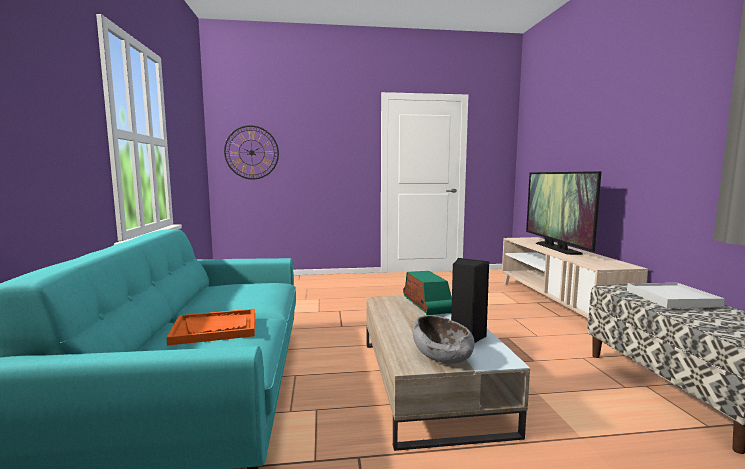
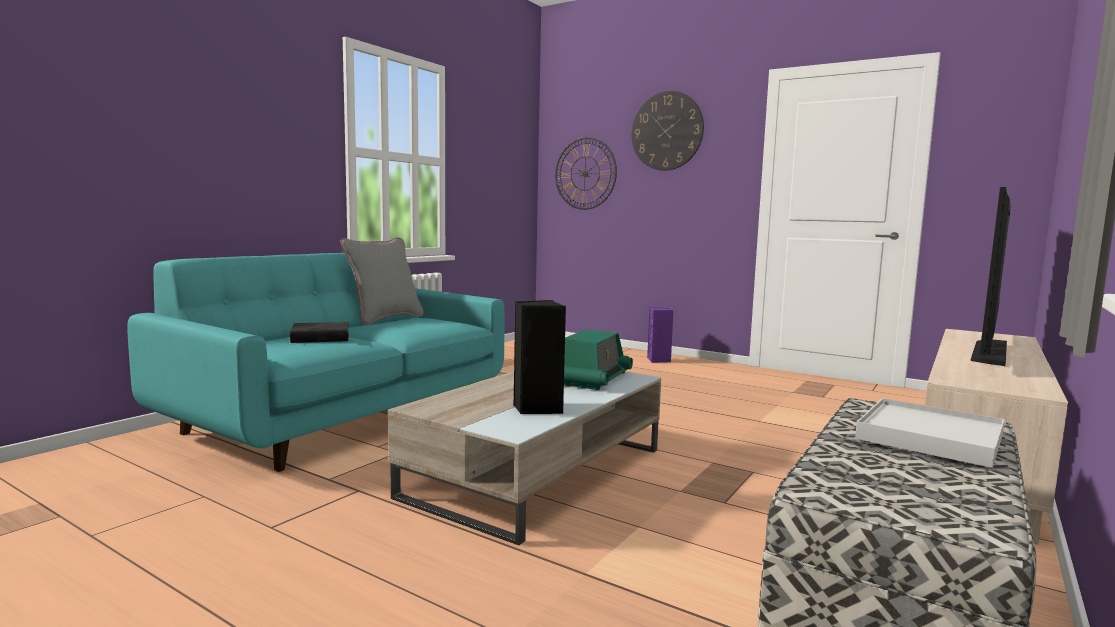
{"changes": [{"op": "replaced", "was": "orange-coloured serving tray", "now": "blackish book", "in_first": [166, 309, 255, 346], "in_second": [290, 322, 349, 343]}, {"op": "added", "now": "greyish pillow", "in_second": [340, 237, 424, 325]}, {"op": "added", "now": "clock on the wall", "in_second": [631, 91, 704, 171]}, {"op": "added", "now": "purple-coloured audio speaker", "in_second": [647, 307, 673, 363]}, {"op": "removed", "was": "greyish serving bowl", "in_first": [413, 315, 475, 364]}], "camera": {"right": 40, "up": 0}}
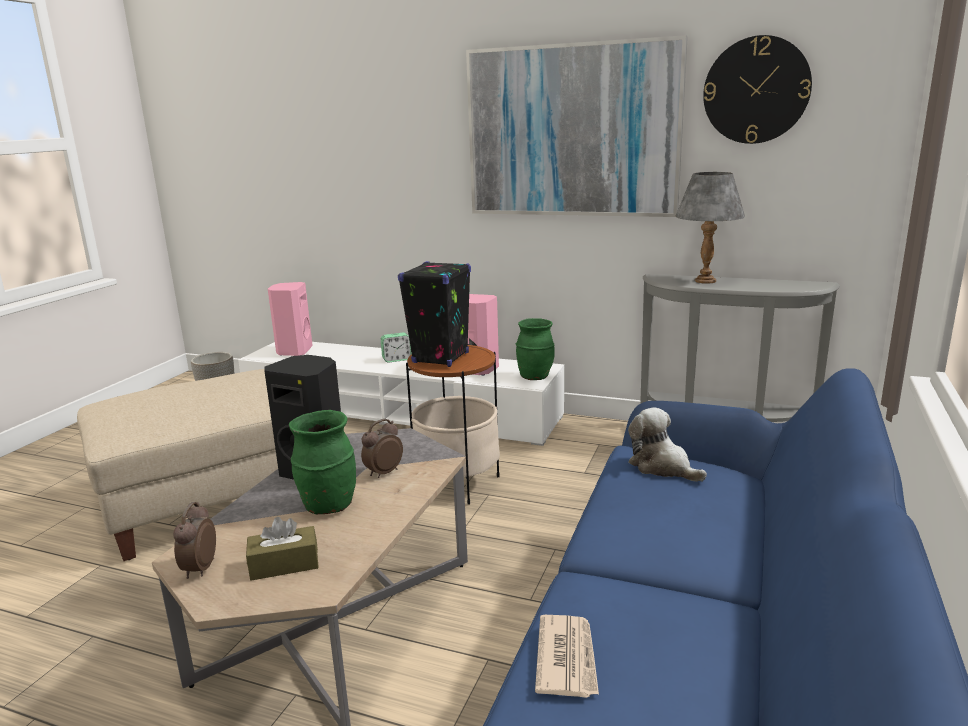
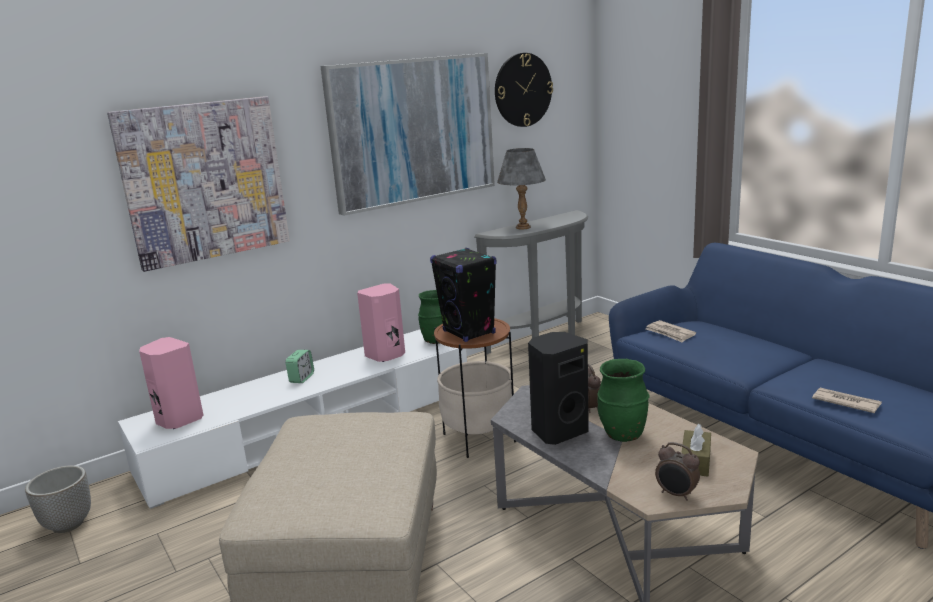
{"changes": [{"op": "added", "now": "picture", "in_second": [107, 96, 290, 272]}, {"op": "replaced", "was": "soft toy", "now": "daily paper", "in_first": [628, 407, 707, 482], "in_second": [646, 320, 696, 343]}], "camera": {"right": -55, "up": 0}}
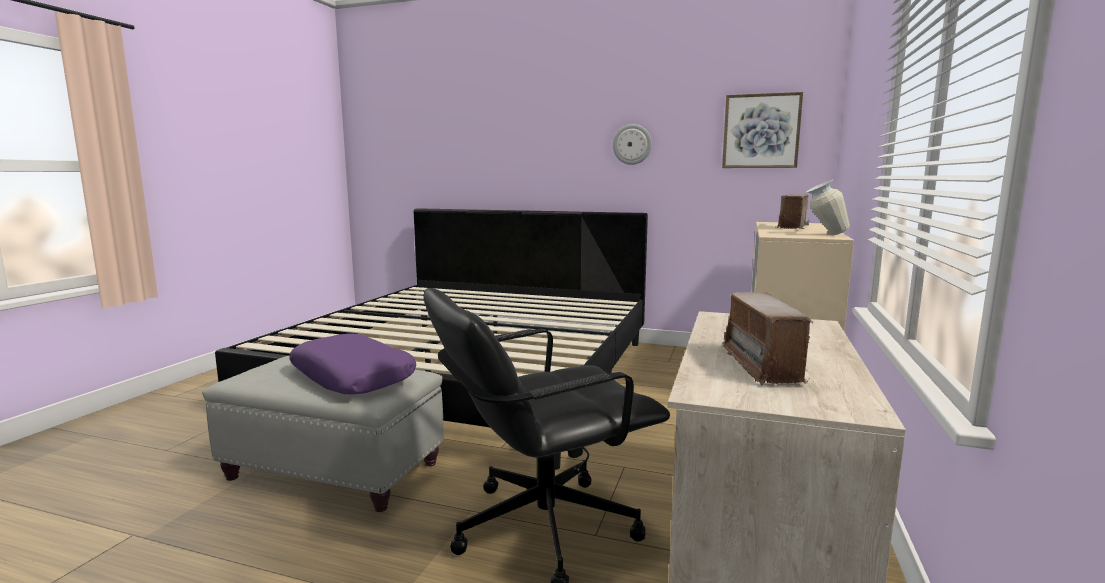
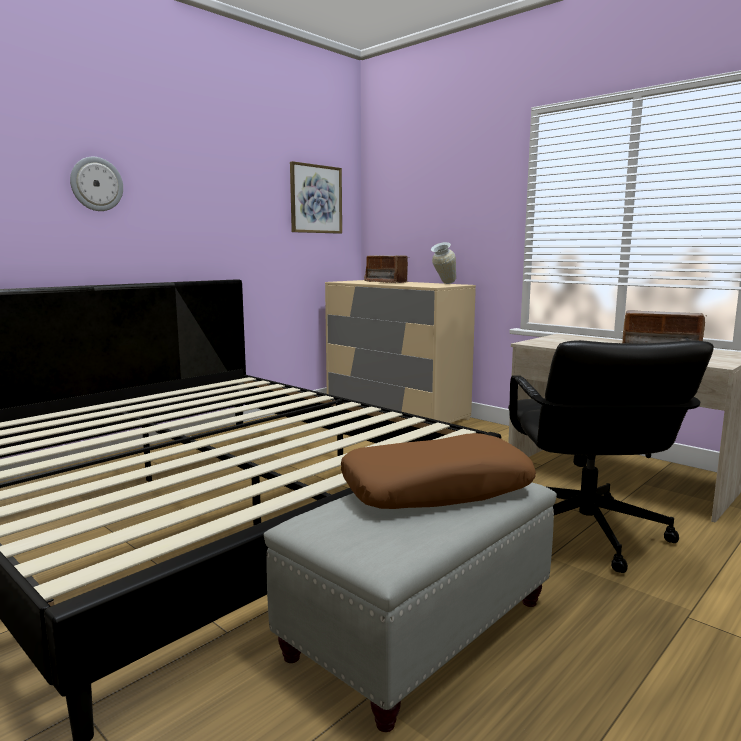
{"changes": [{"op": "moved", "was": "clock on the wall", "in_first": [613, 124, 652, 165], "in_second": [70, 157, 123, 211]}, {"op": "recoloured", "was": "purple-coloured pillow", "now": "brownish pillow", "in_first": [289, 334, 416, 394], "in_second": [341, 433, 536, 509]}], "camera": {"right": -65, "up": 0}}
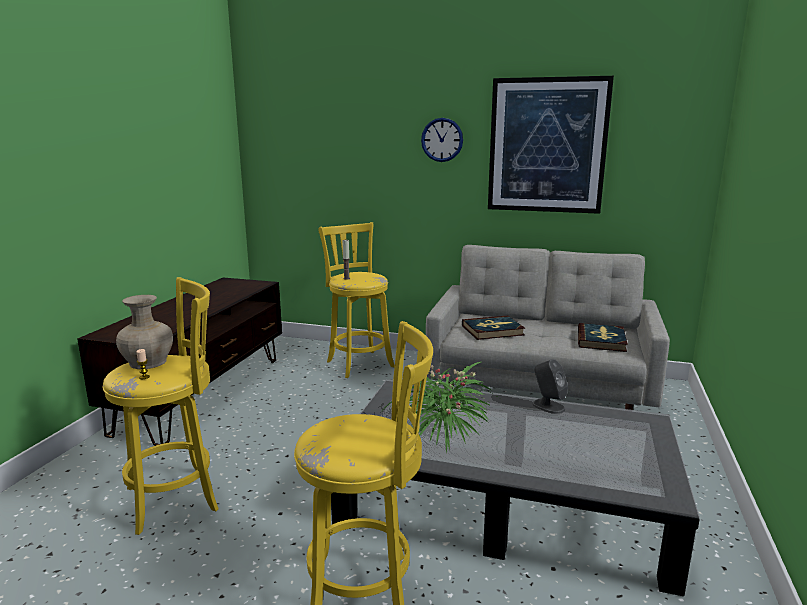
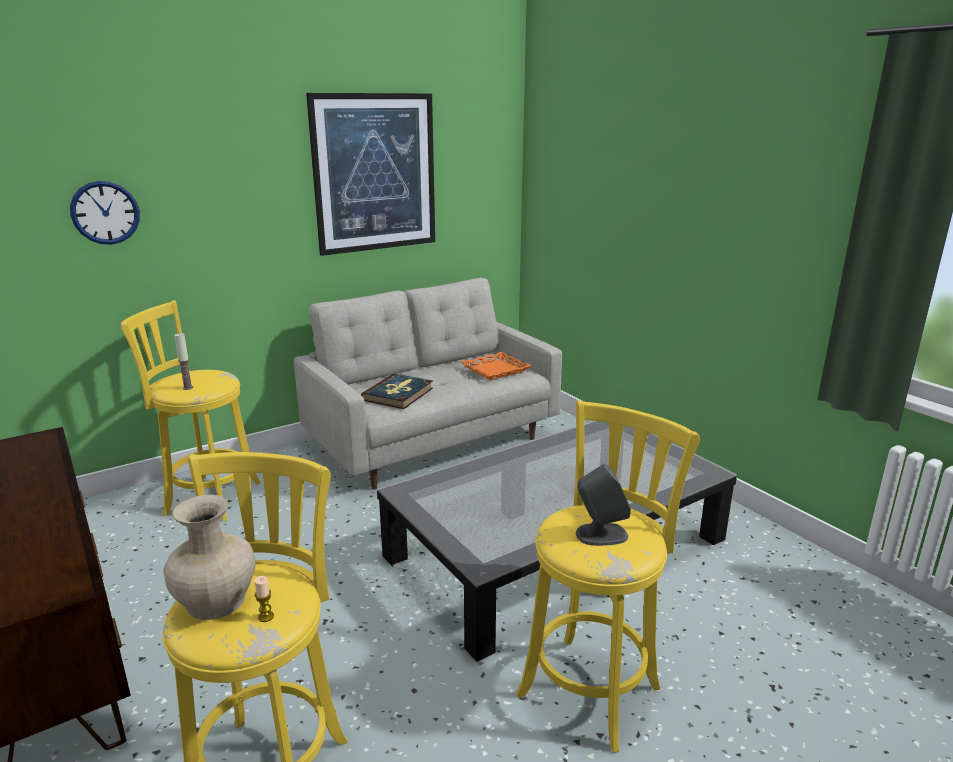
{"changes": [{"op": "moved", "was": "clock on the wall", "in_first": [421, 118, 463, 162], "in_second": [70, 181, 140, 245]}, {"op": "replaced", "was": "book", "now": "orange-coloured serving tray", "in_first": [578, 323, 628, 352], "in_second": [461, 352, 532, 380]}, {"op": "moved", "was": "greyish audio speaker", "in_first": [532, 359, 568, 414], "in_second": [576, 463, 631, 546]}, {"op": "removed", "was": "potted plant", "in_first": [383, 362, 499, 454]}], "camera": {"right": -50, "up": 5}}
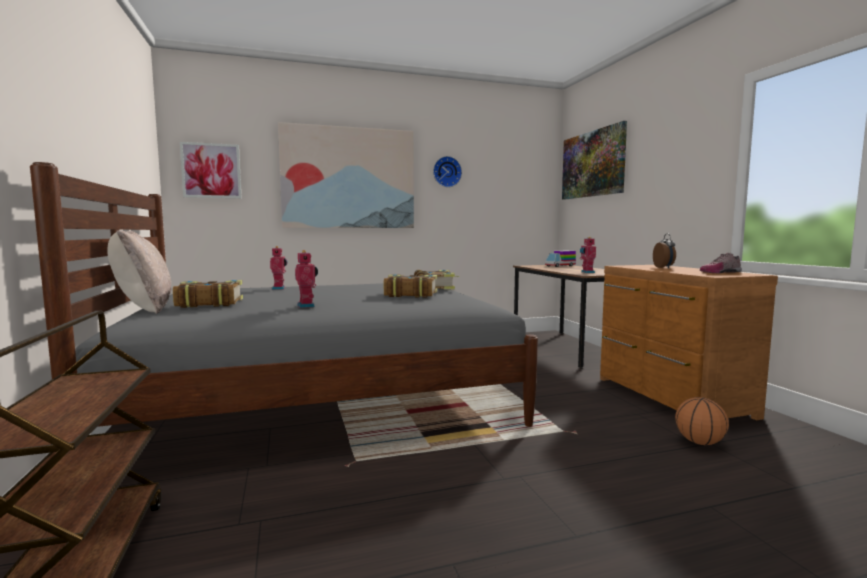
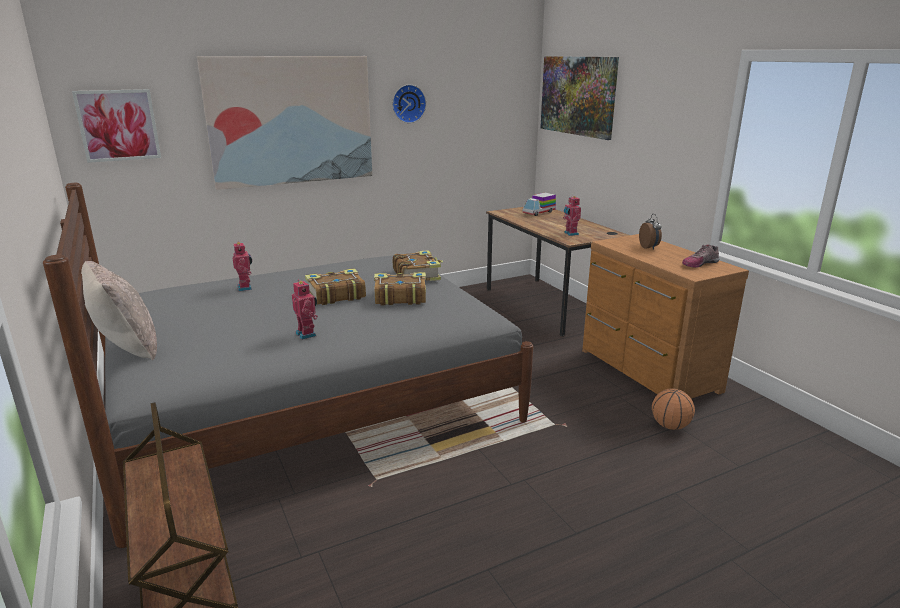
{"changes": [{"op": "moved", "was": "book", "in_first": [173, 280, 243, 308], "in_second": [305, 268, 366, 305]}], "camera": {"right": -10, "up": 15}}
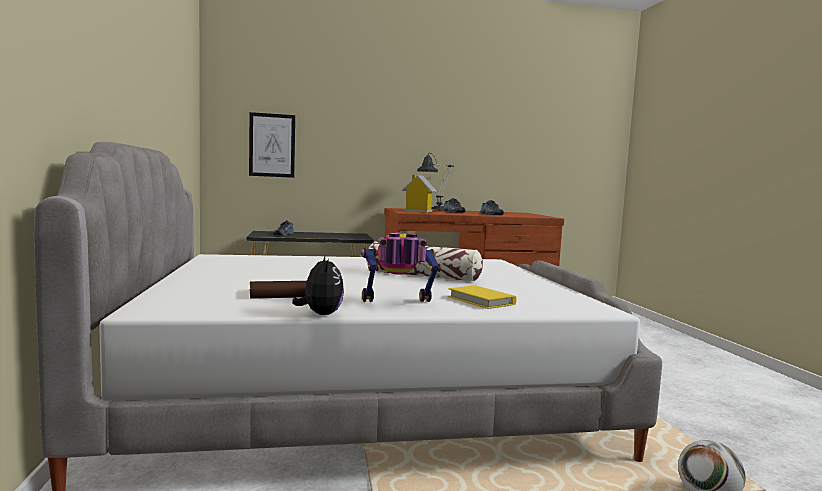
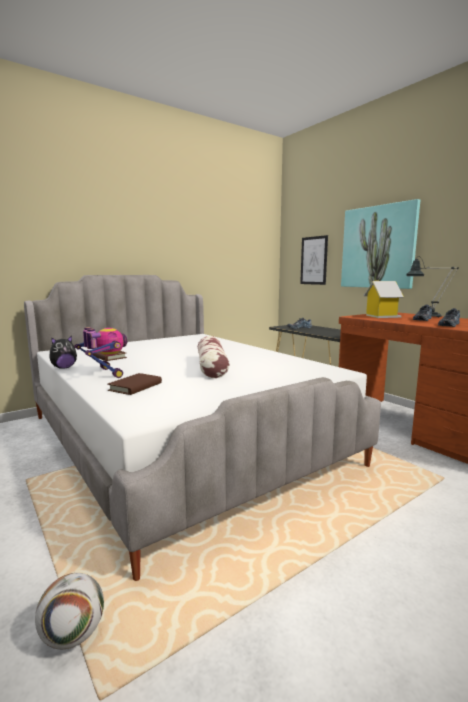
{"changes": [{"op": "recoloured", "was": "yellow book", "now": "brownish book", "in_first": [448, 286, 517, 309], "in_second": [107, 373, 162, 395]}, {"op": "added", "now": "picture", "in_second": [341, 199, 420, 289]}], "camera": {"right": 65, "up": 5}}
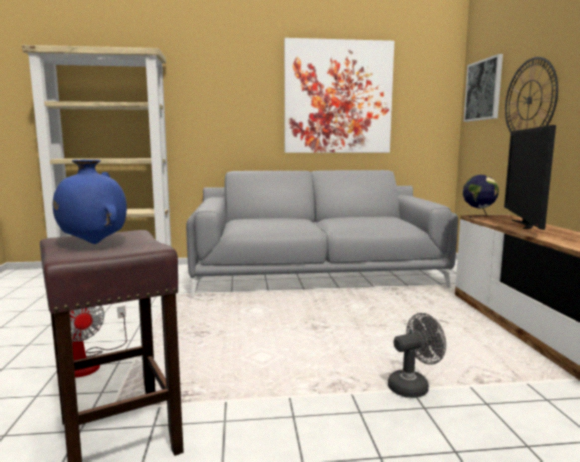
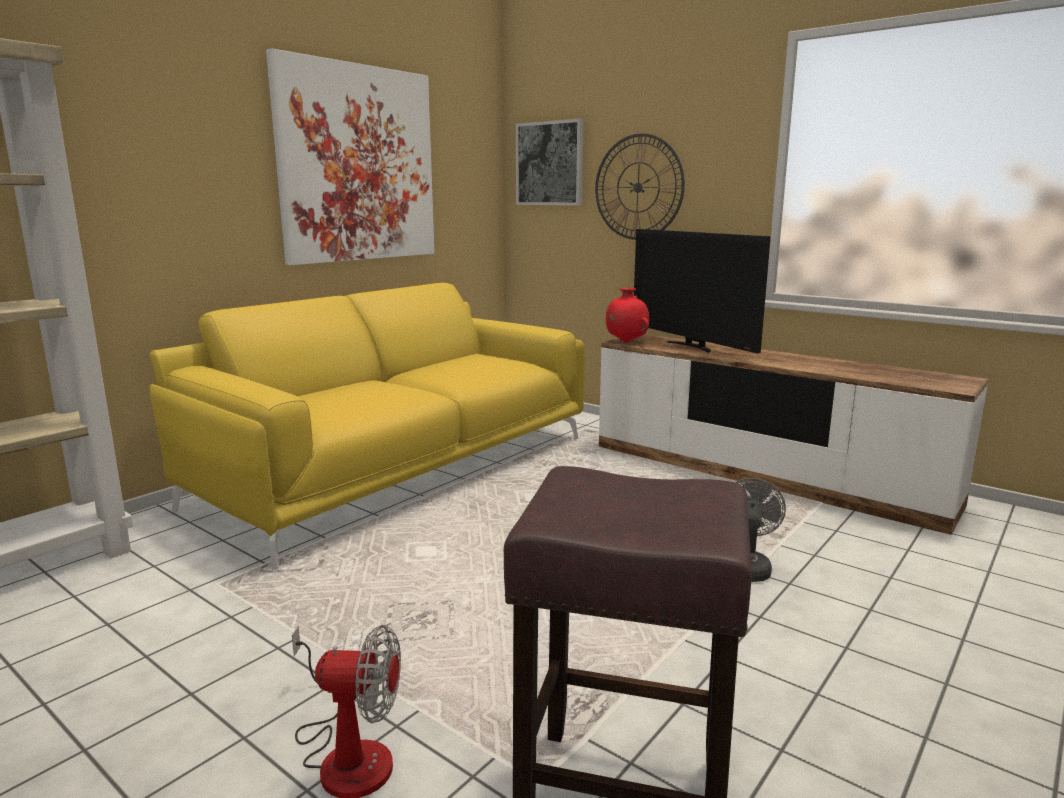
{"changes": [{"op": "recoloured", "was": "greyish couch", "now": "yellow couch", "in_first": [186, 170, 458, 297], "in_second": [149, 283, 585, 570]}, {"op": "replaced", "was": "globe", "now": "red decorative vase", "in_first": [463, 175, 499, 219], "in_second": [606, 288, 649, 343]}, {"op": "removed", "was": "bluish decorative vase", "in_first": [53, 159, 127, 244]}], "camera": {"right": -45, "up": 5}}
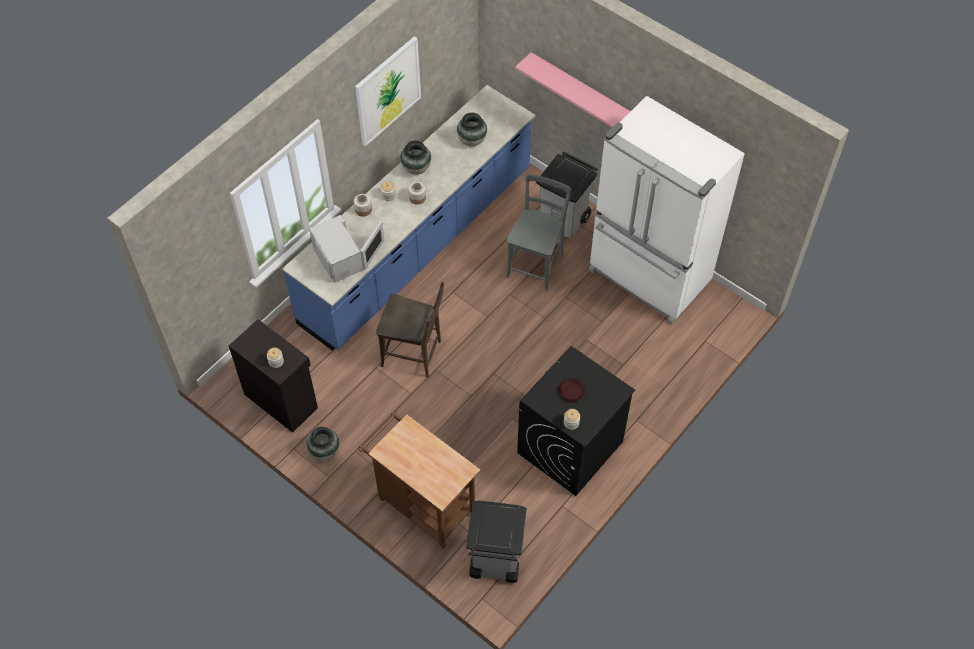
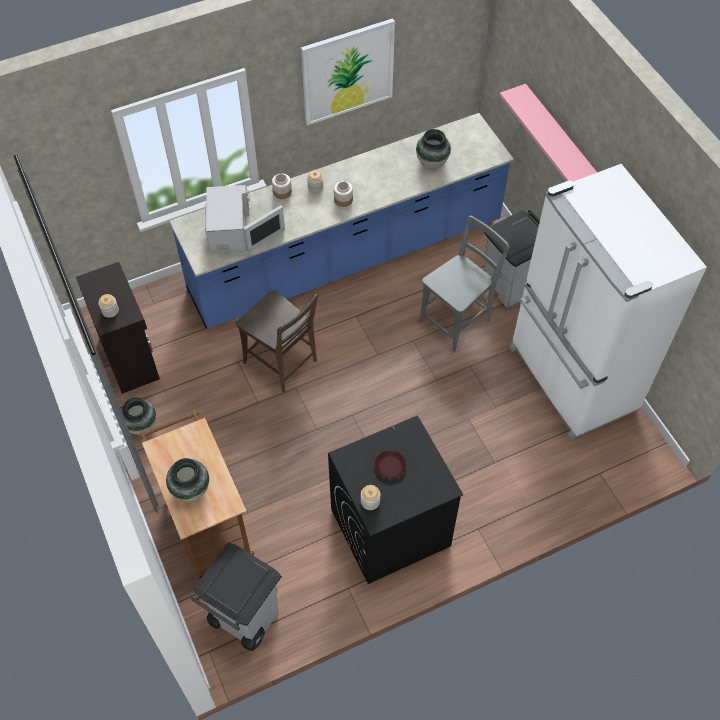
{"changes": [{"op": "moved", "was": "decorative vase", "in_first": [400, 140, 431, 175], "in_second": [166, 458, 209, 502]}], "camera": {"right": 25, "up": 0}}
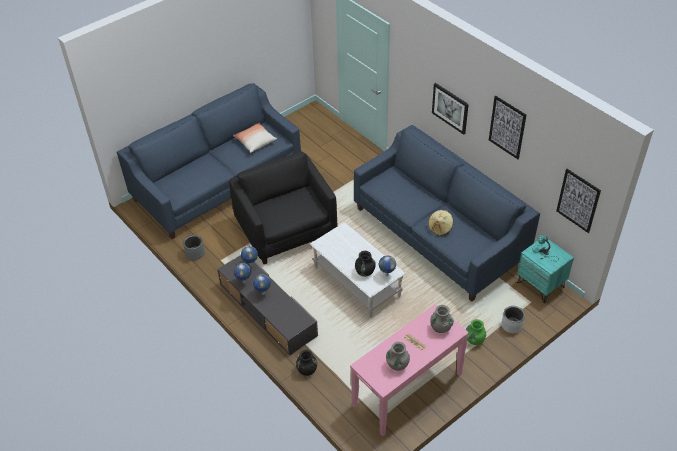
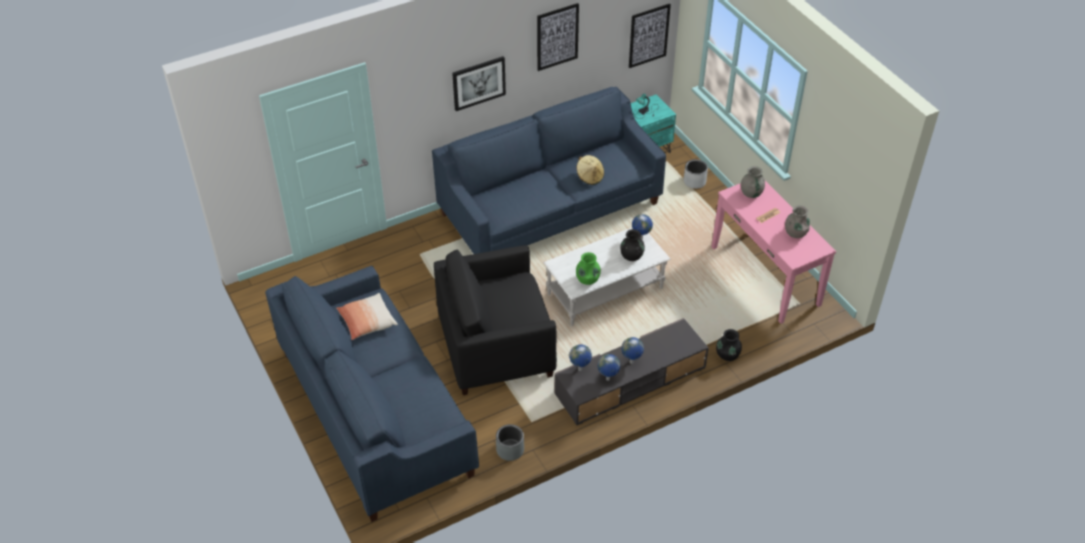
{"changes": [{"op": "moved", "was": "greenish decorative vase", "in_first": [466, 319, 486, 345], "in_second": [576, 252, 601, 285]}], "camera": {"right": -80, "up": 0}}
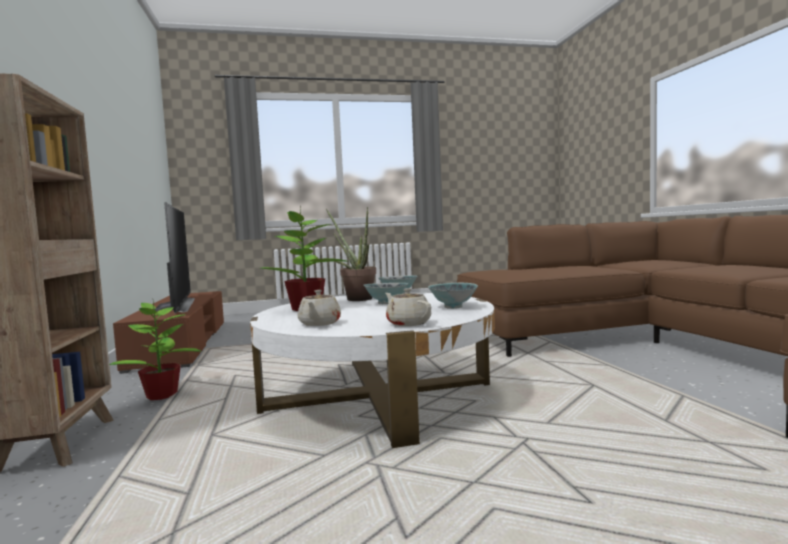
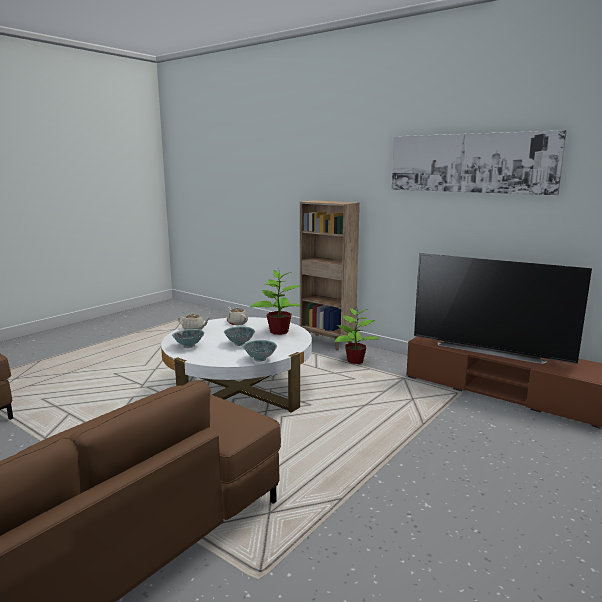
{"changes": [{"op": "added", "now": "picture", "in_second": [392, 130, 567, 195]}, {"op": "removed", "was": "potted plant", "in_first": [326, 207, 376, 301]}], "camera": {"right": 140, "up": 10}}
